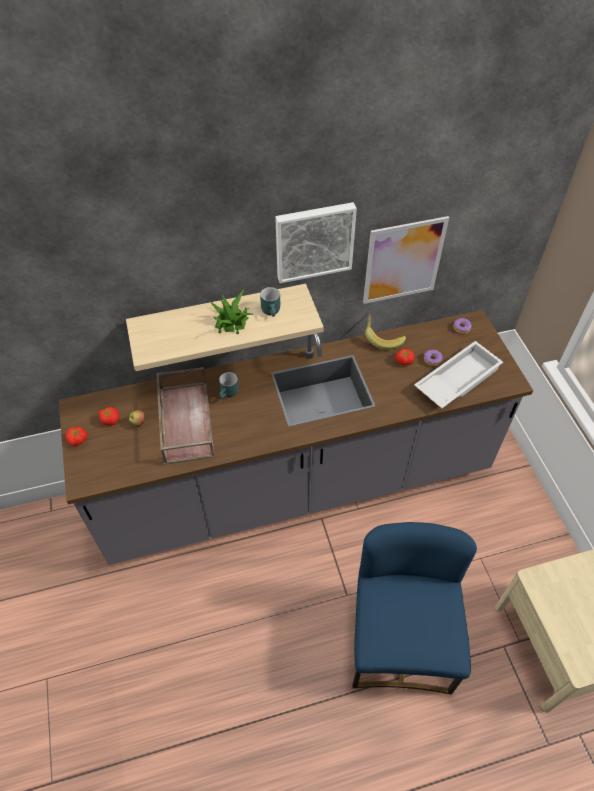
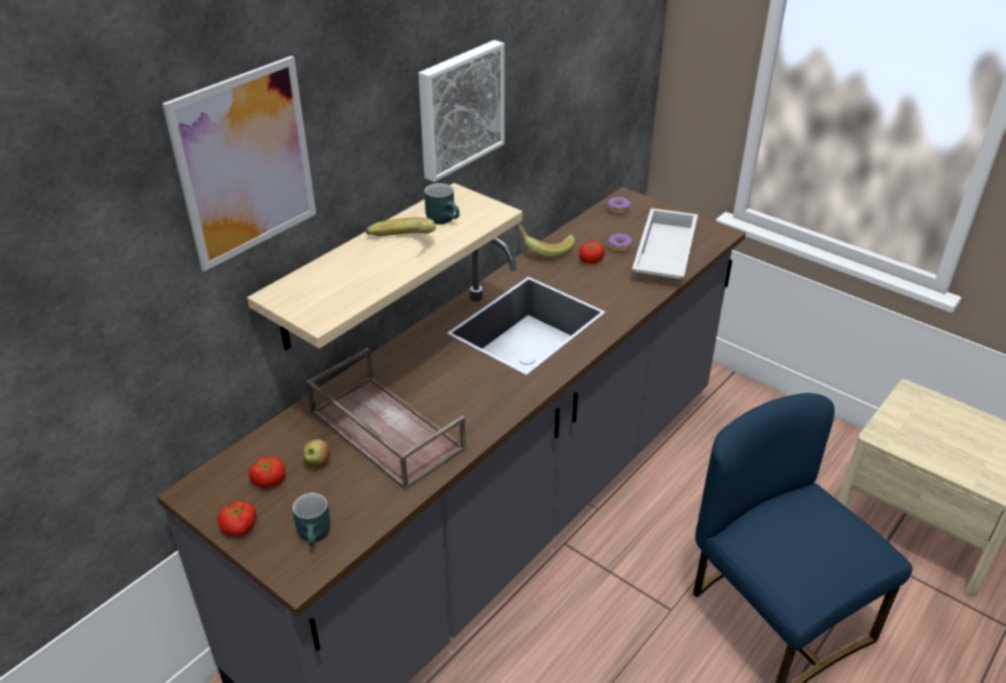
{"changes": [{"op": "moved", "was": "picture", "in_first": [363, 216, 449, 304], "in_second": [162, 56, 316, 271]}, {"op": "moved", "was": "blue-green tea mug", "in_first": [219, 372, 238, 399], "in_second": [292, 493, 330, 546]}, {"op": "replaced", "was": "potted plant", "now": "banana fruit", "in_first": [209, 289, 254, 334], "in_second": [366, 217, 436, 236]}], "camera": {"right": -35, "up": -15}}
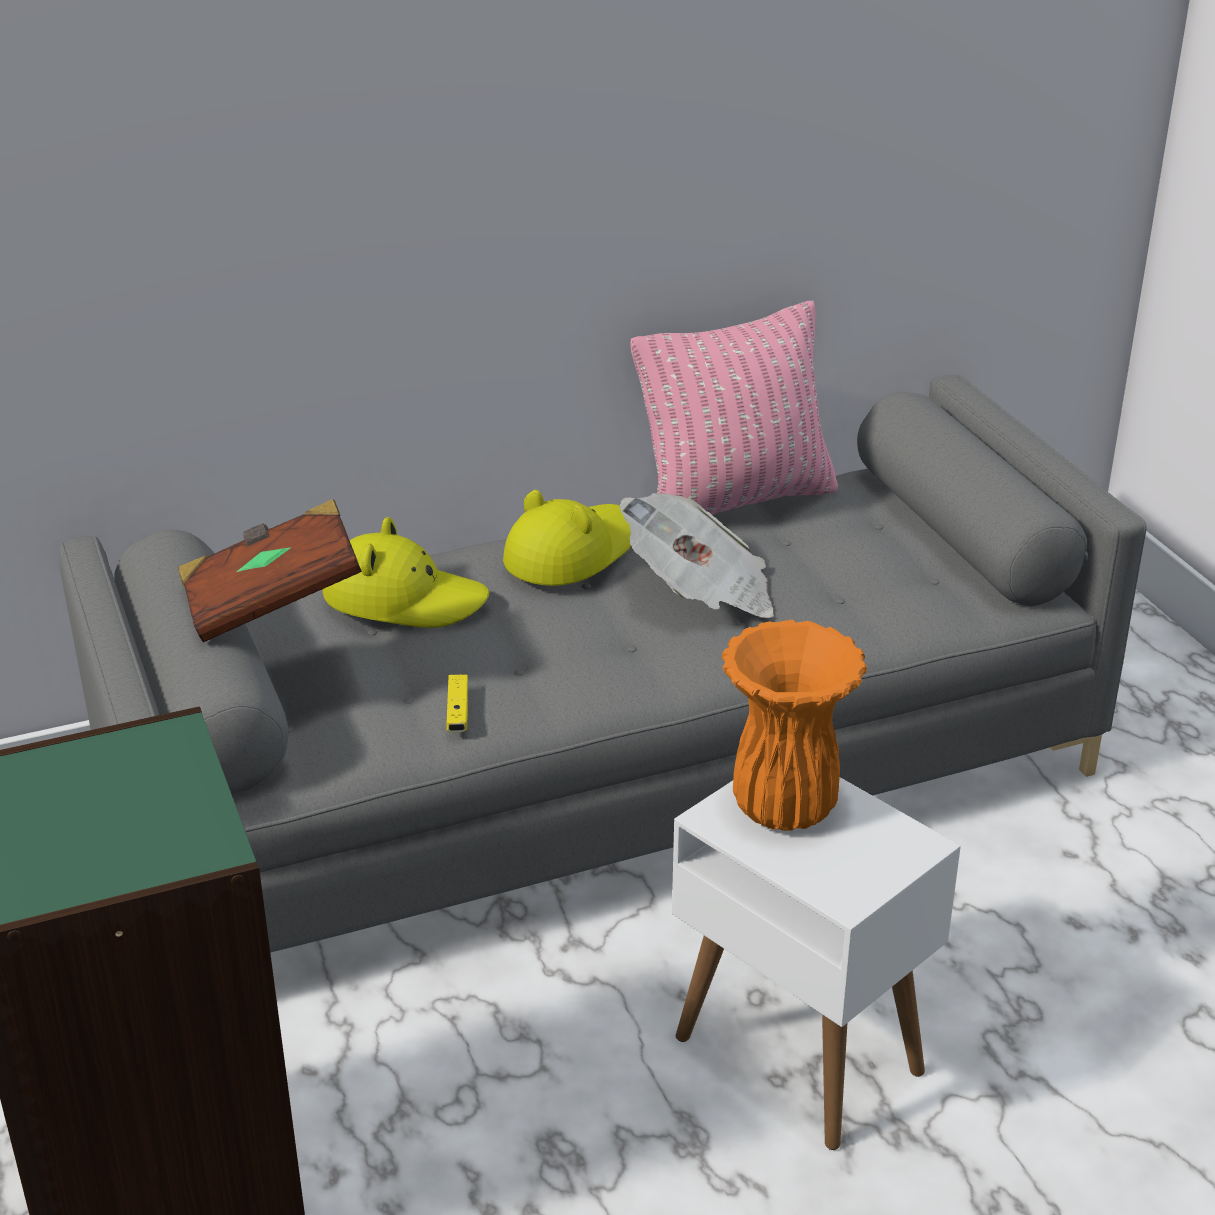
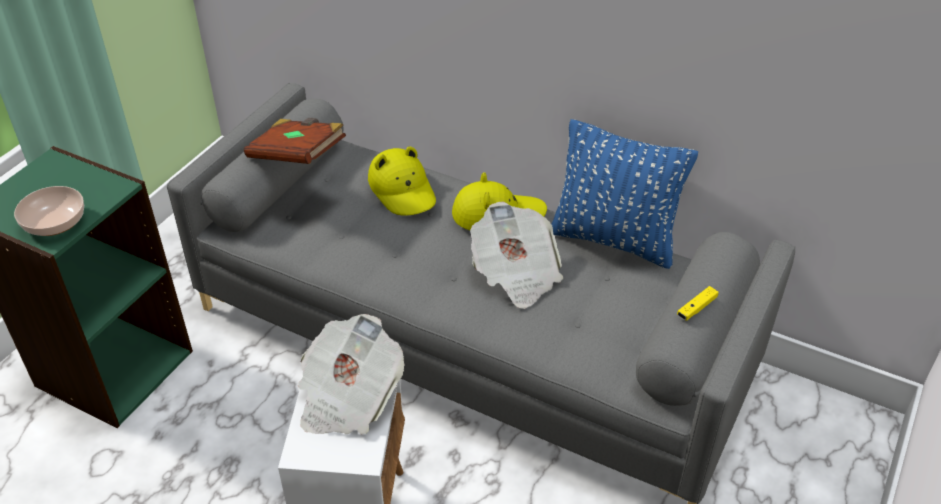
{"changes": [{"op": "added", "now": "serving bowl", "in_second": [14, 186, 84, 236]}, {"op": "replaced", "was": "orange-coloured decorative vase", "now": "daily paper", "in_first": [722, 620, 867, 831], "in_second": [298, 314, 405, 435]}, {"op": "recoloured", "was": "pink-coloured pillow", "now": "bluish pillow", "in_first": [630, 301, 838, 515], "in_second": [552, 119, 698, 269]}, {"op": "moved", "was": "yellow gamepad", "in_first": [447, 674, 468, 732], "in_second": [677, 286, 719, 321]}], "camera": {"right": 50, "up": 10}}
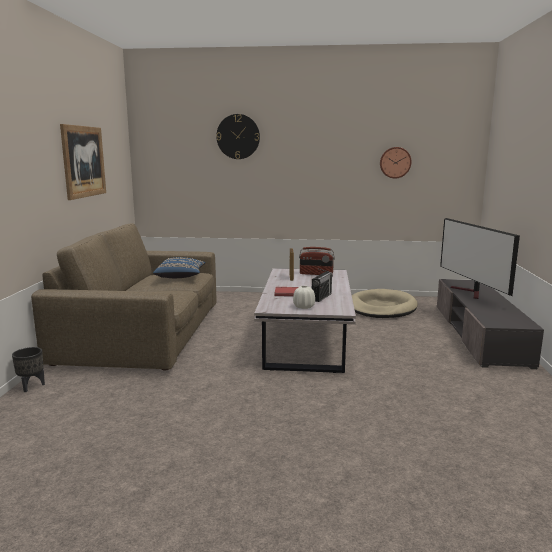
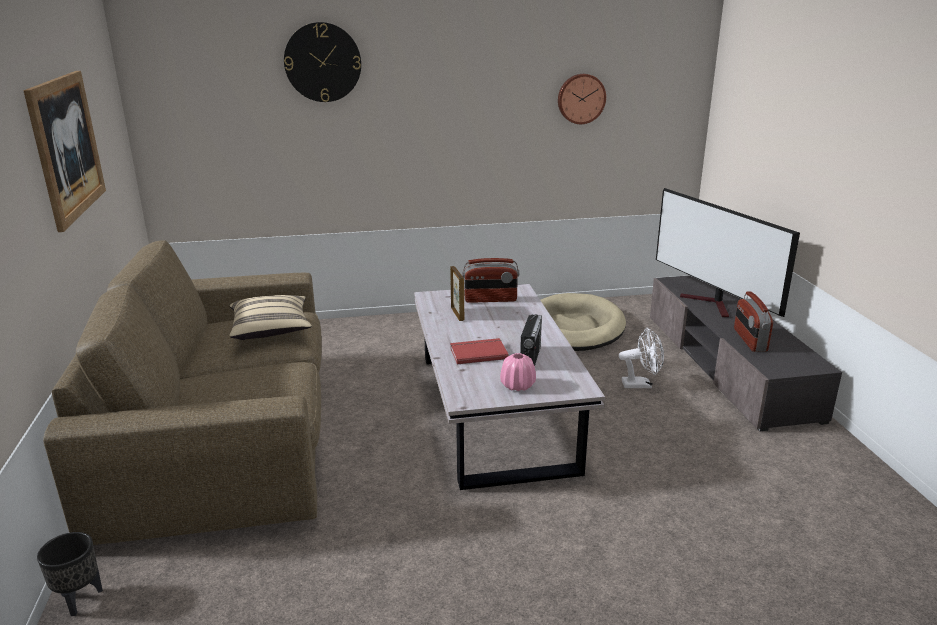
{"changes": [{"op": "recoloured", "was": "bluish pillow", "now": "beige pillow", "in_first": [153, 257, 206, 278], "in_second": [229, 295, 312, 340]}, {"op": "recoloured", "was": "whitish decorative vase", "now": "pink-coloured decorative vase", "in_first": [293, 286, 315, 309], "in_second": [500, 353, 536, 391]}, {"op": "added", "now": "whitish electric fan", "in_second": [619, 328, 664, 388]}, {"op": "added", "now": "radio receiver", "in_second": [734, 291, 773, 352]}], "camera": {"right": -15, "up": 10}}
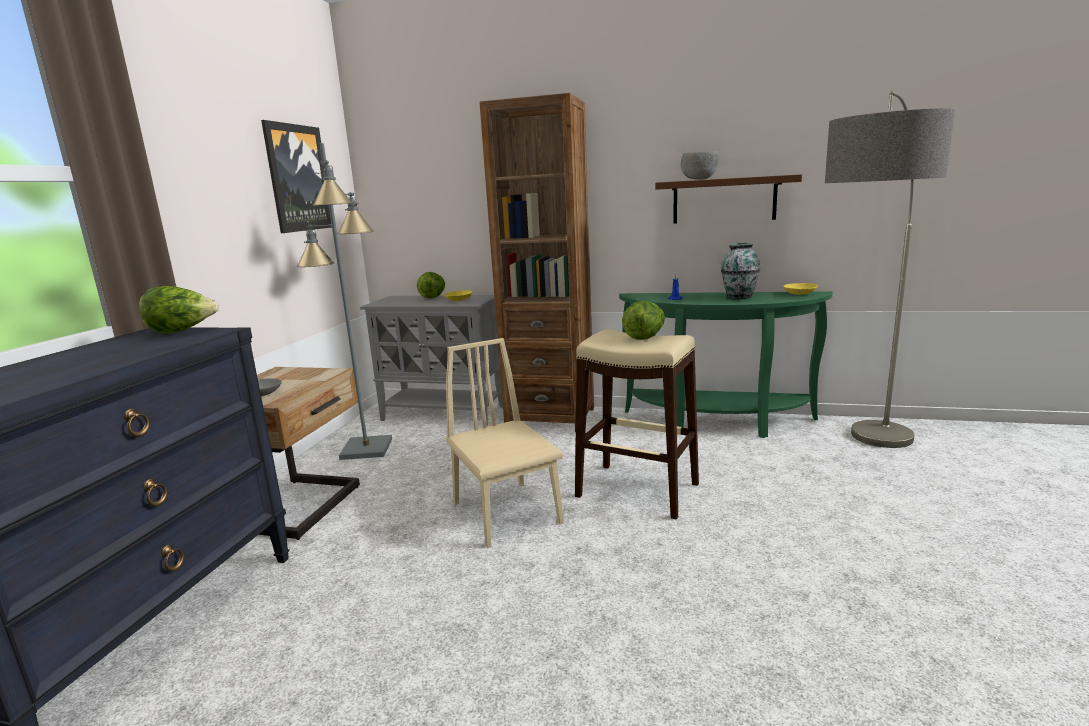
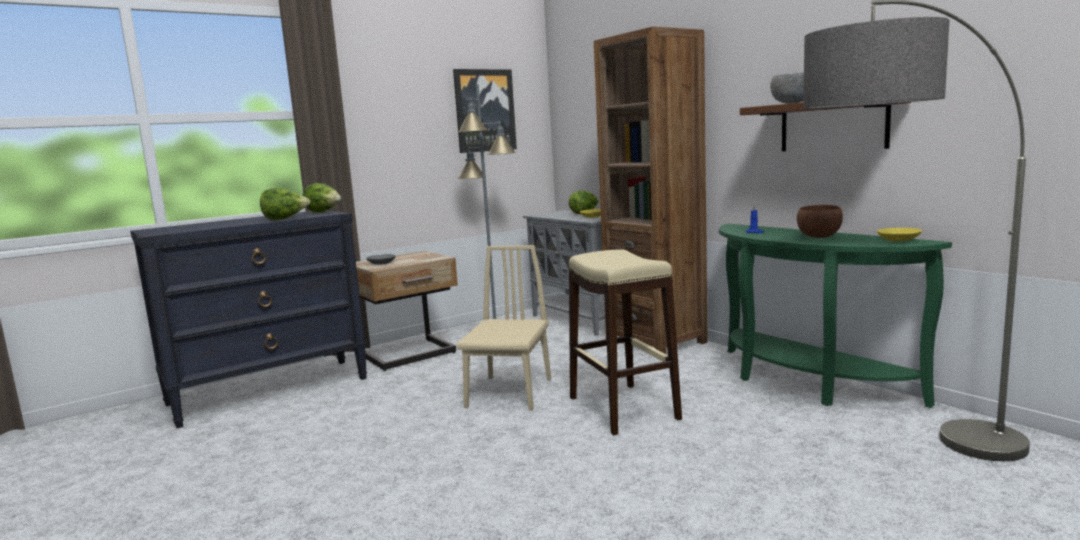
{"changes": [{"op": "moved", "was": "lettuce head", "in_first": [622, 301, 665, 340], "in_second": [260, 188, 310, 220]}, {"op": "replaced", "was": "decorative vase", "now": "brownish serving bowl", "in_first": [721, 243, 761, 299], "in_second": [797, 205, 843, 238]}], "camera": {"right": 40, "up": -5}}
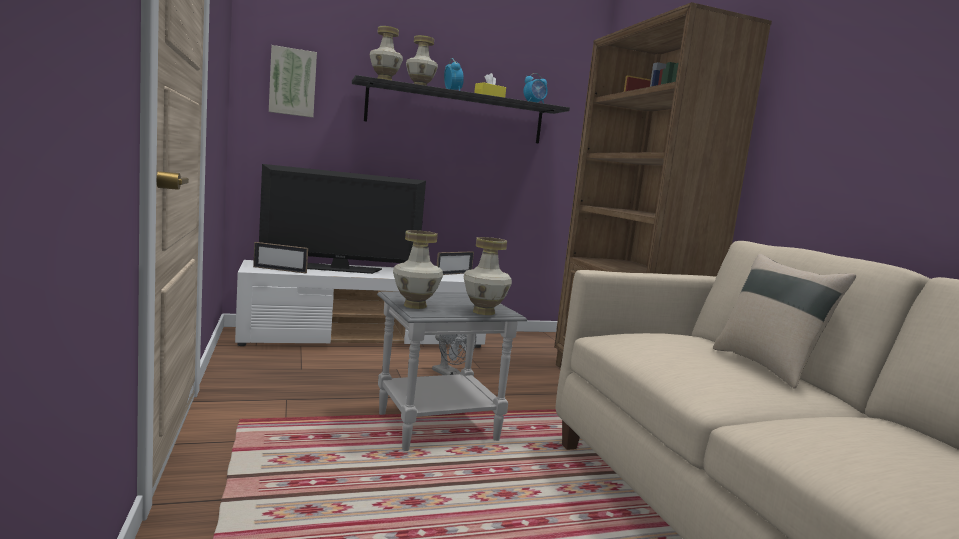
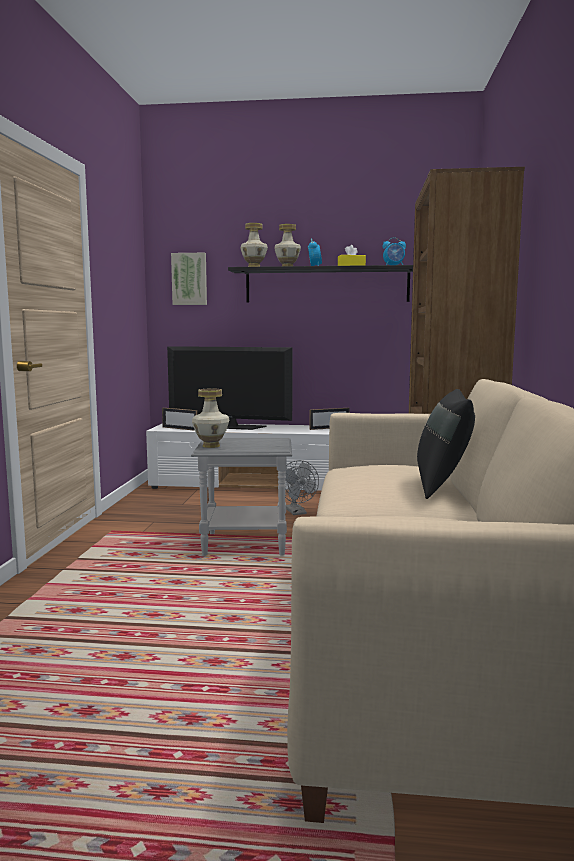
{"changes": [{"op": "recoloured", "was": "beige pillow", "now": "blackish pillow", "in_first": [713, 254, 856, 389], "in_second": [417, 389, 475, 499]}, {"op": "removed", "was": "decorative vase", "in_first": [463, 237, 512, 315]}], "camera": {"right": 25, "up": 0}}
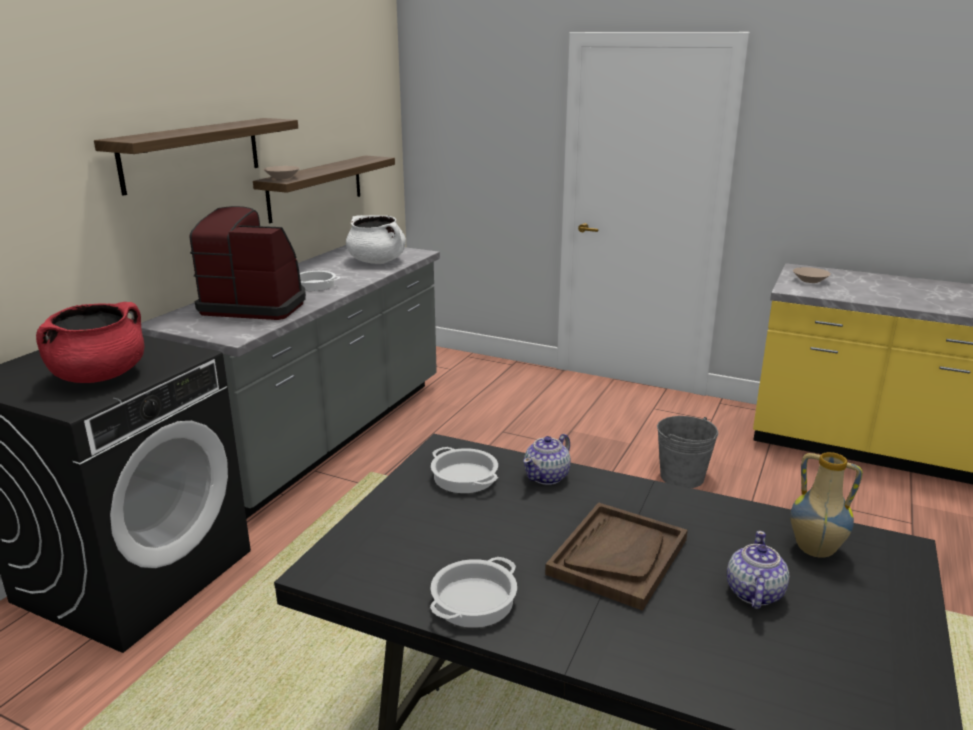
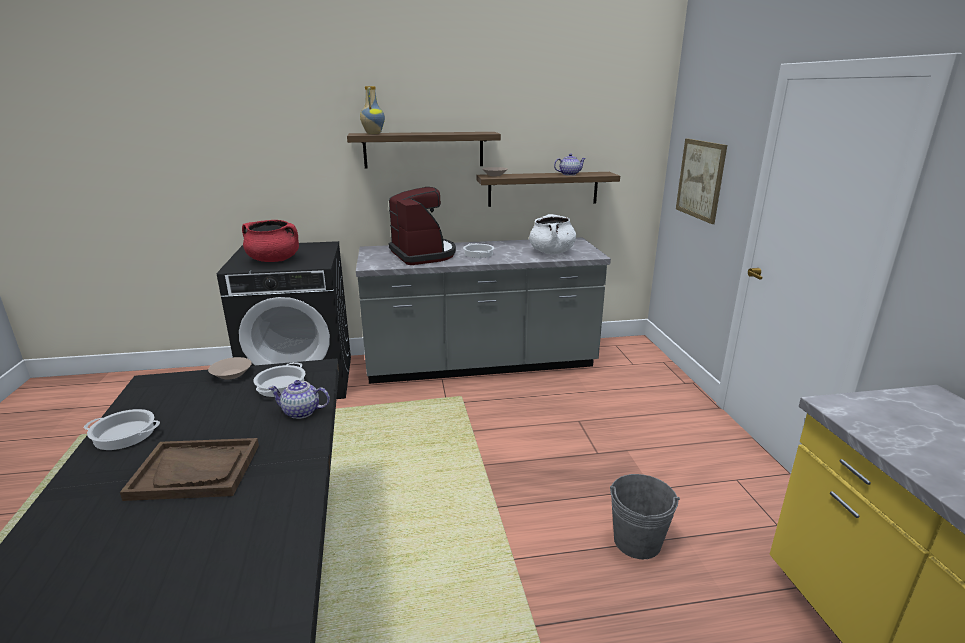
{"changes": [{"op": "moved", "was": "beige serving bowl", "in_first": [793, 267, 831, 283], "in_second": [208, 357, 252, 380]}, {"op": "moved", "was": "decorative vase", "in_first": [790, 452, 863, 558], "in_second": [360, 86, 385, 134]}, {"op": "moved", "was": "teapot", "in_first": [727, 531, 790, 609], "in_second": [554, 154, 586, 176]}, {"op": "added", "now": "picture", "in_second": [676, 138, 727, 224]}], "camera": {"right": 55, "up": 0}}
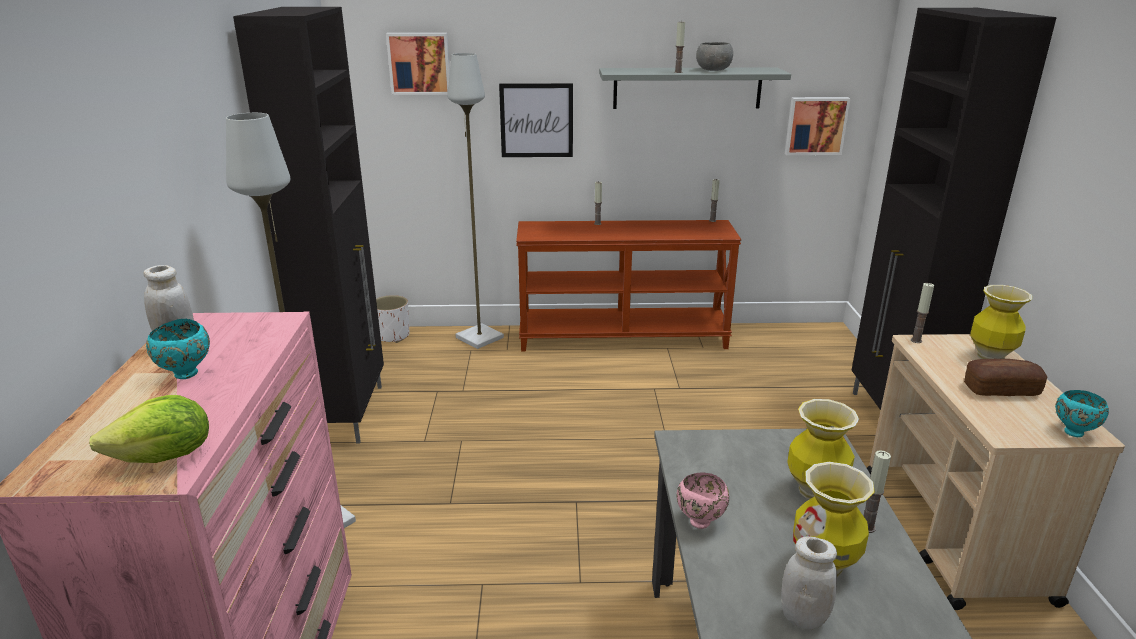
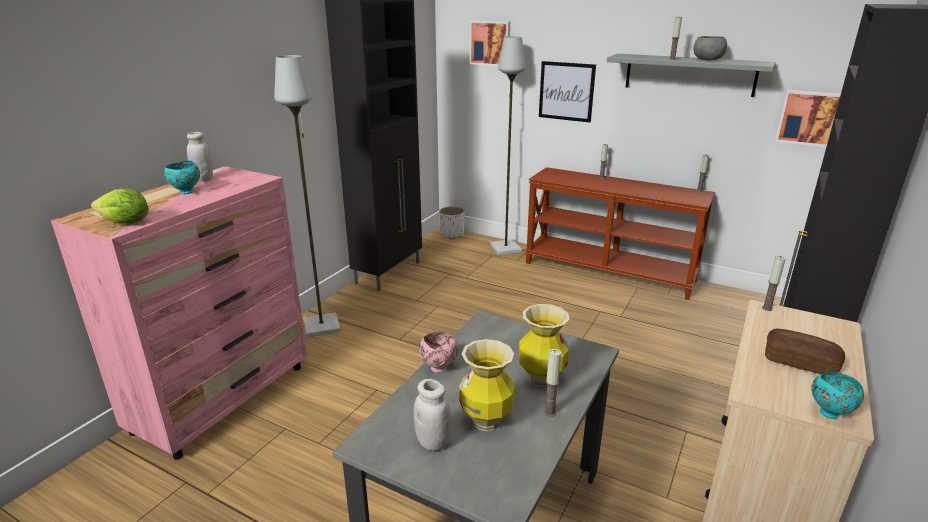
{"changes": [{"op": "removed", "was": "decorative vase", "in_first": [970, 285, 1032, 359]}], "camera": {"right": 30, "up": 0}}
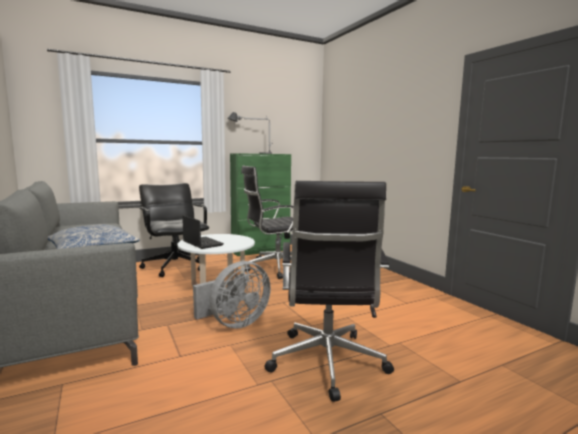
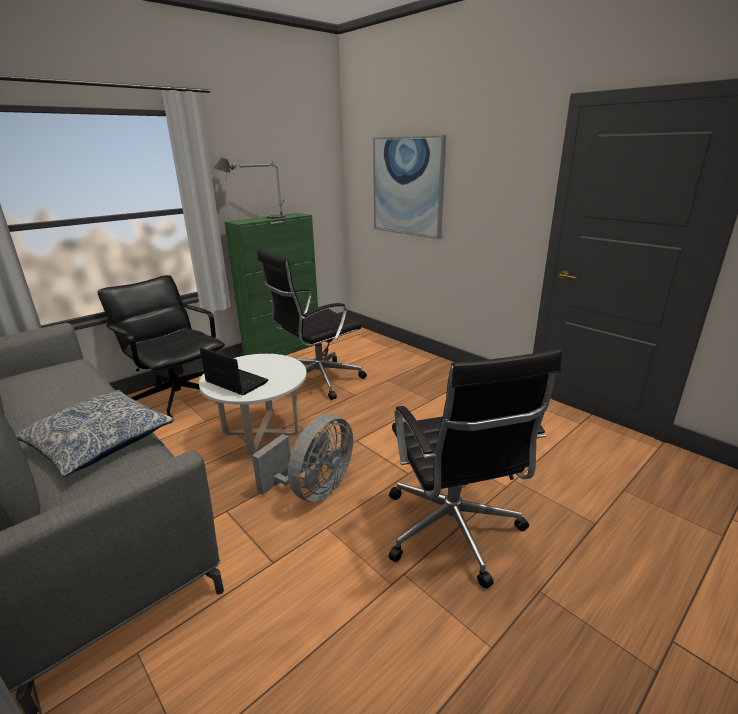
{"changes": [{"op": "added", "now": "picture", "in_second": [373, 135, 446, 239]}], "camera": {"right": -15, "up": 15}}
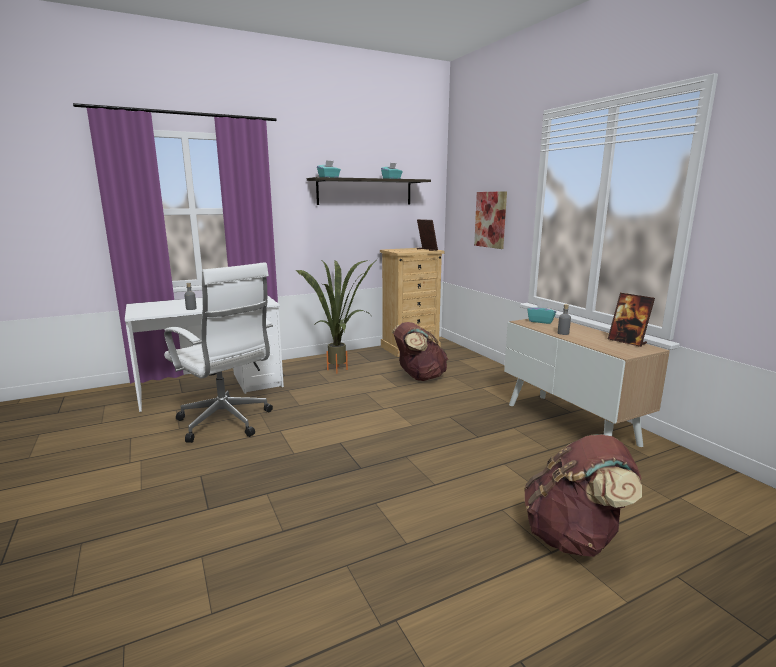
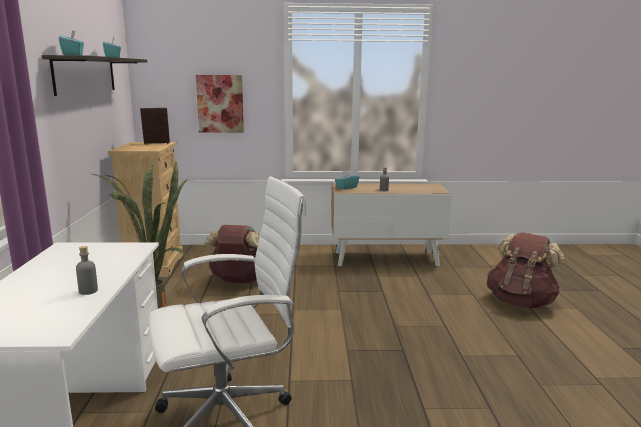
{"changes": [{"op": "removed", "was": "standing frame", "in_first": [608, 293, 655, 347]}], "camera": {"right": -65, "up": 0}}
